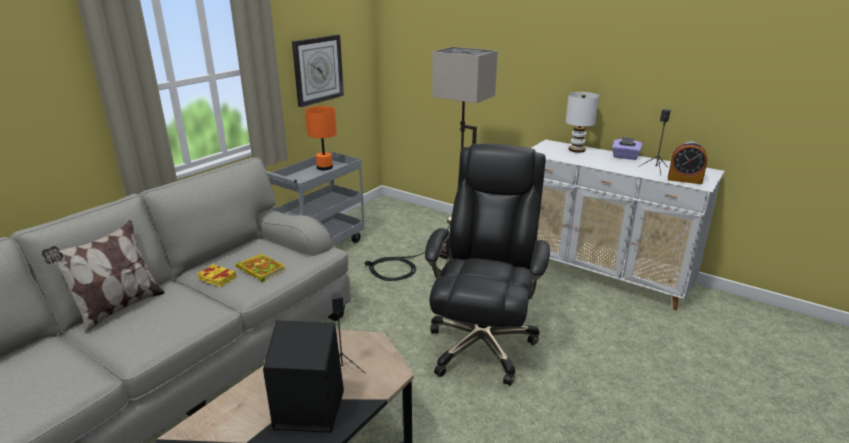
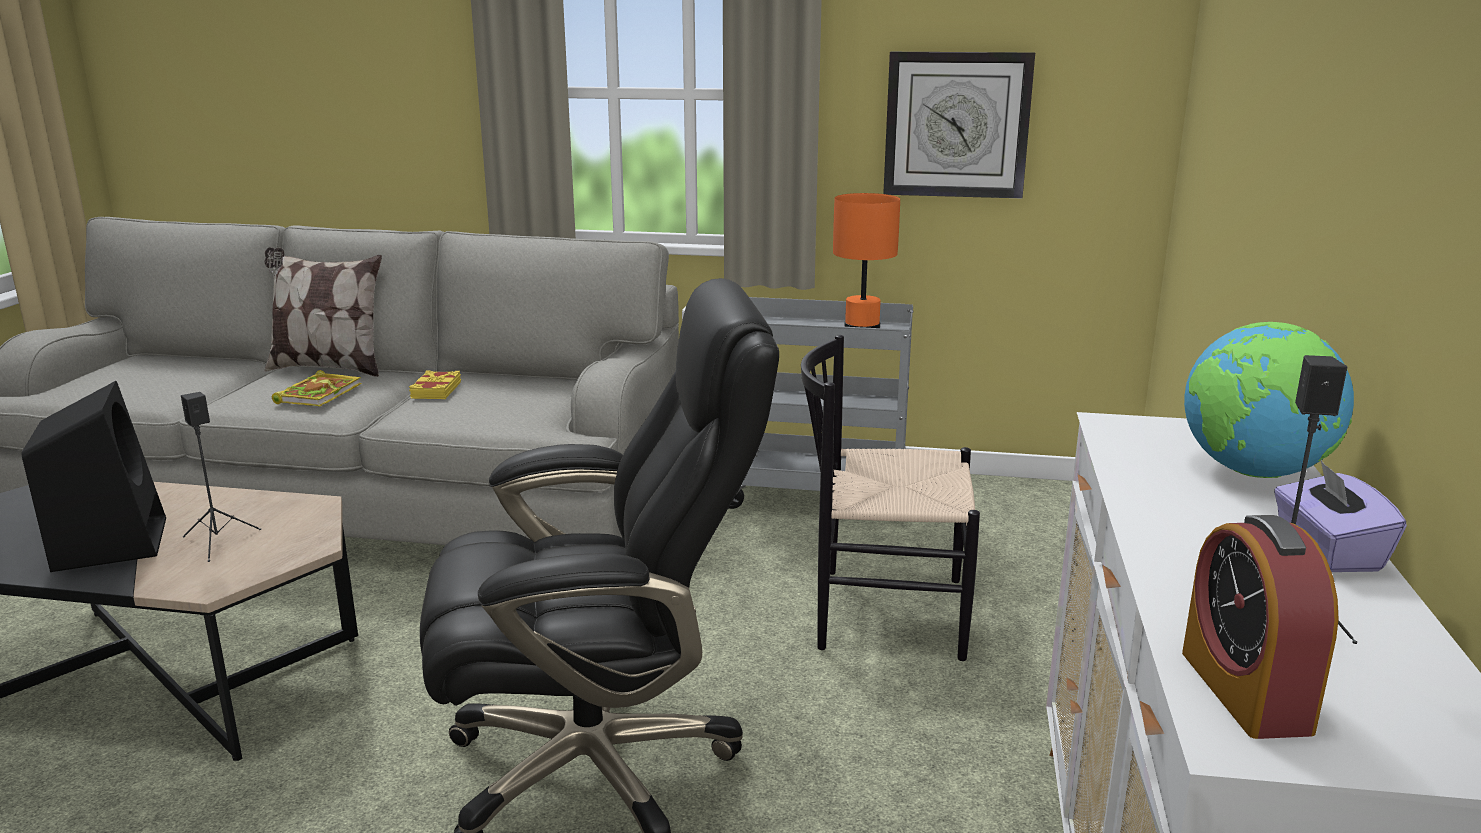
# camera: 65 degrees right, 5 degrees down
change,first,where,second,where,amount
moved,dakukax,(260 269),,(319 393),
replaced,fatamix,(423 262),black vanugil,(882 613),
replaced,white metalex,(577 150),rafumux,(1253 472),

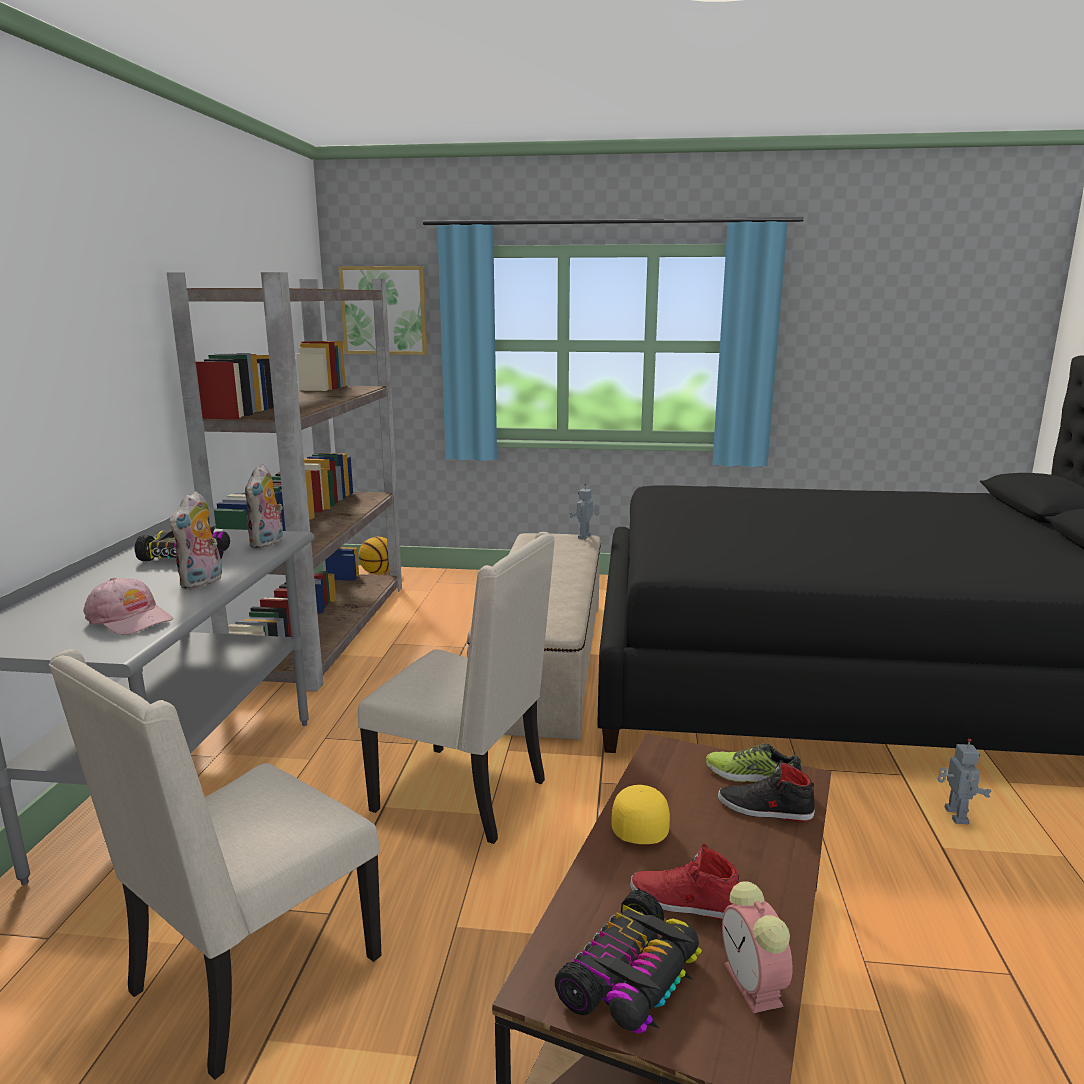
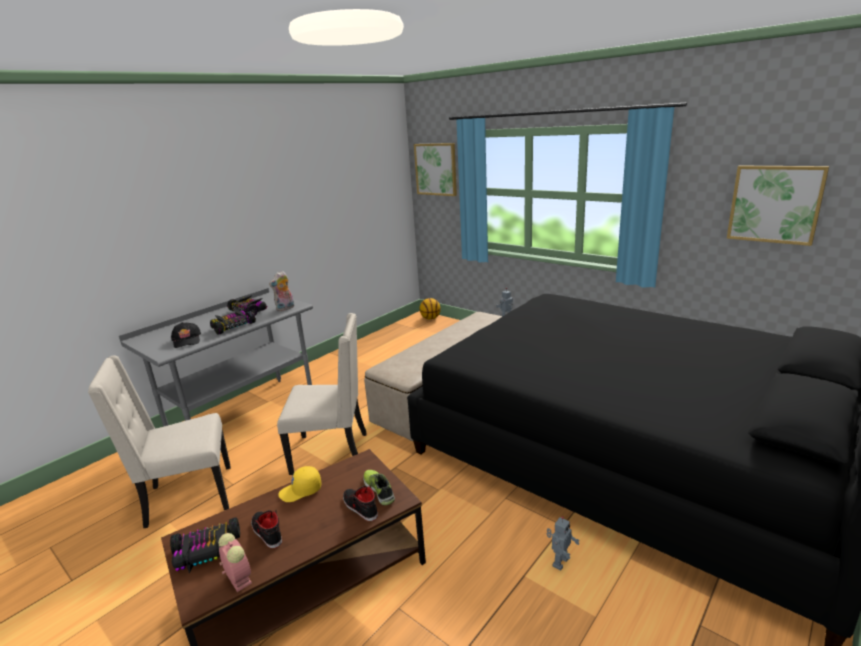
# camera: 35 degrees right, 5 degrees up
change,first,where,second,where,amount
recoloured,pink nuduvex,(130 619),black nuduvex,(187 340),
replaced,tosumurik,(202 582),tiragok,(232 326),
turned,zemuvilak,(755 987),,(238 578),120 degrees clockwise
recoloured,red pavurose,(684 901),black pavurose,(266 532),
turned,beige vanugil,(465 795),,(332 452),60 degrees counterclockwise
turned,yellow nuduvex,(638 823),,(301 491),150 degrees counterclockwise
added,,,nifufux,(774 204),
removed,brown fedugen,(324 629),,,

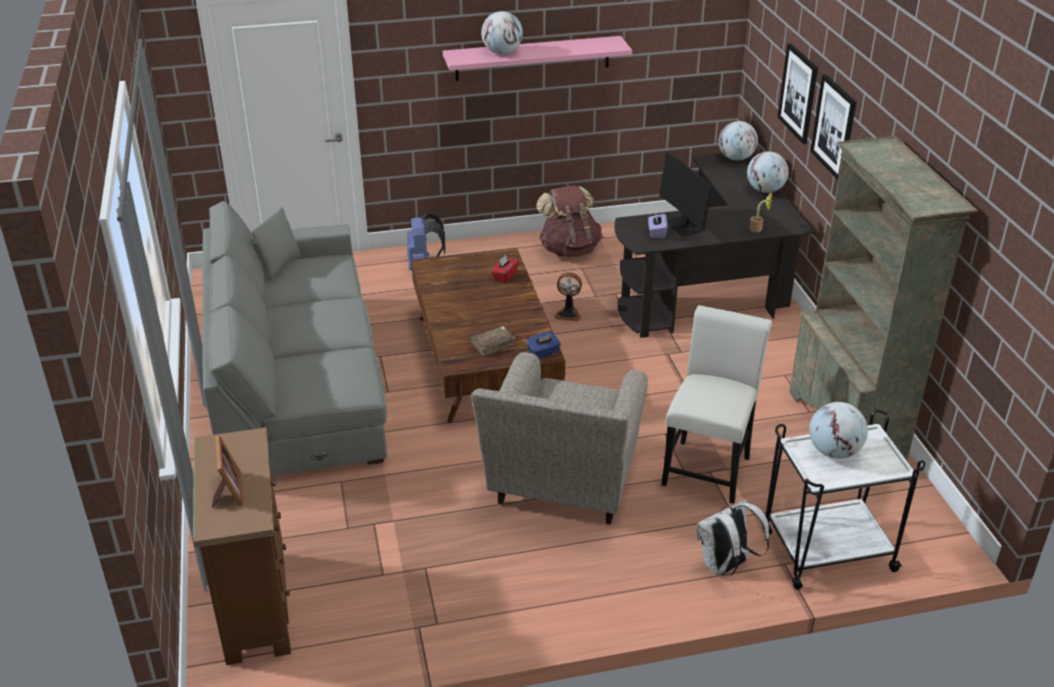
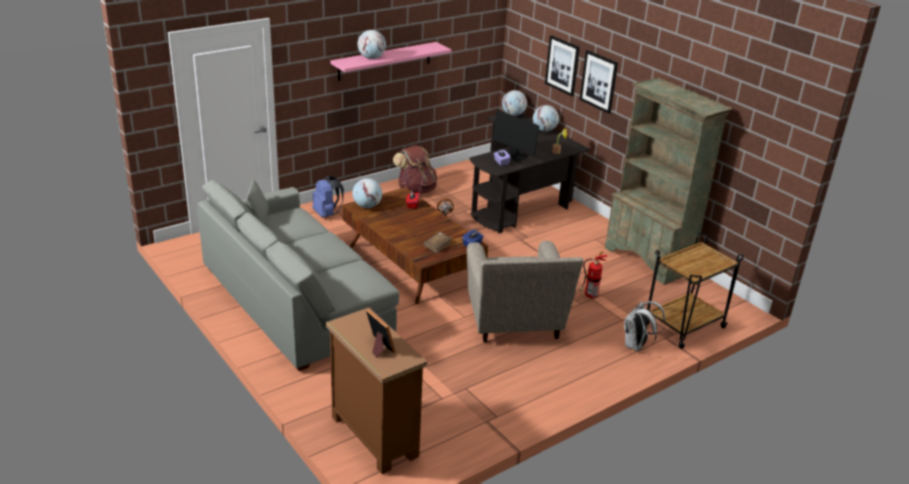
# camera: 25 degrees left, 5 degrees down
change,first,where,second,where,amount
moved,rafumux,(834 452),,(367 206),
replaced,white vanugil,(708 466),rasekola,(589 296),
recoloured,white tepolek,(826 552),brown tepolek,(683 326),

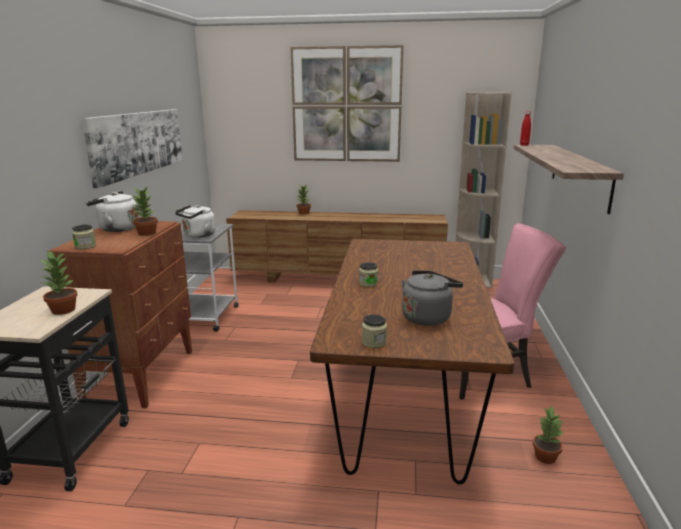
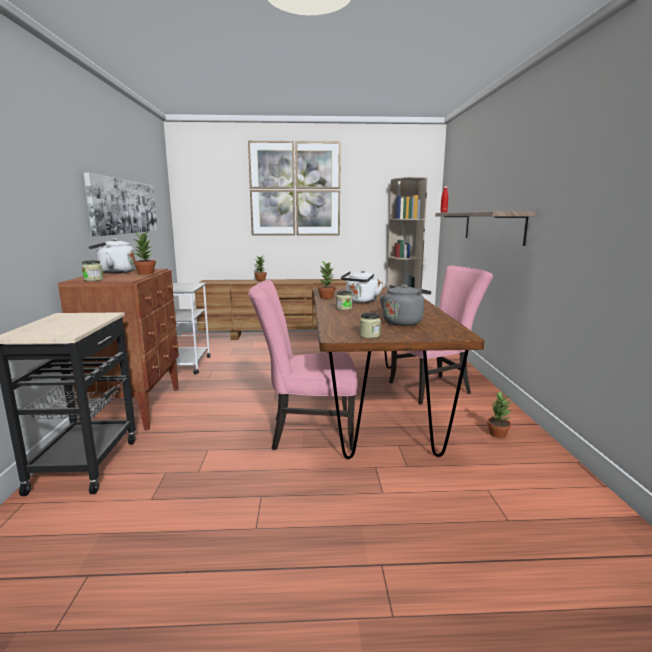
# camera: 10 degrees left, 5 degrees down
change,first,where,second,where,amount
added,,,pink vanugil,(306 432),
moved,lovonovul,(64 310),,(326 297),
moved,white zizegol,(198 235),,(360 301),

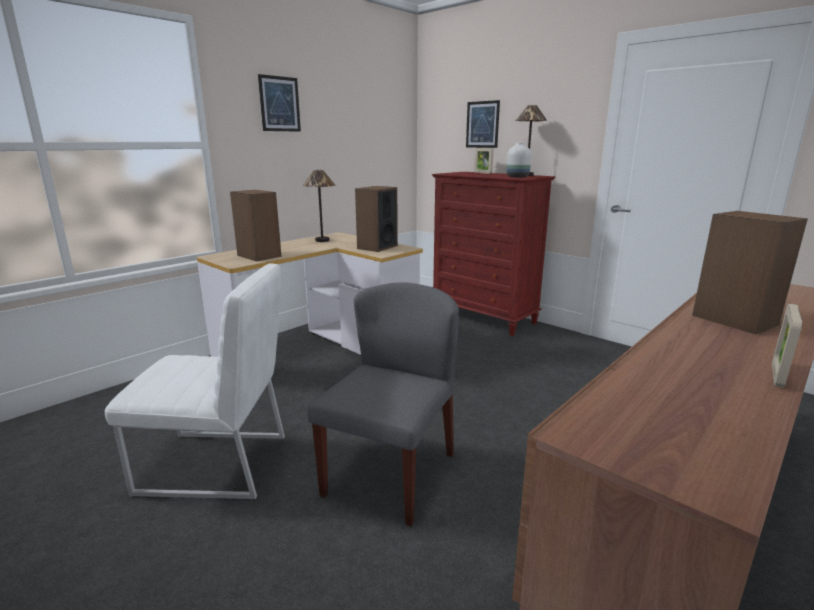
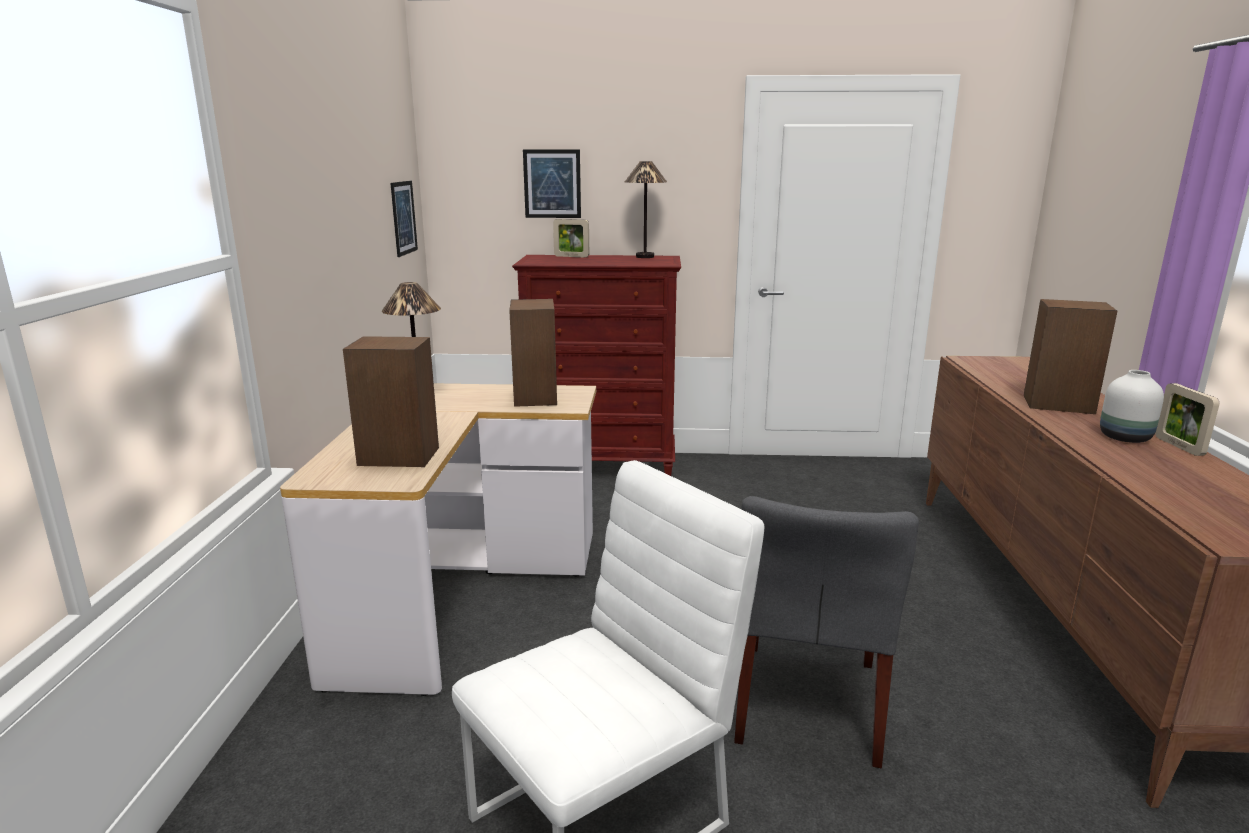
# camera: 40 degrees left, 0 degrees up
change,first,where,second,where,amount
moved,nifufux,(279 104),,(403 218),
turned,grey vanugil,(390 473),,(808 702),150 degrees counterclockwise
moved,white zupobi,(518 177),,(1126 438),

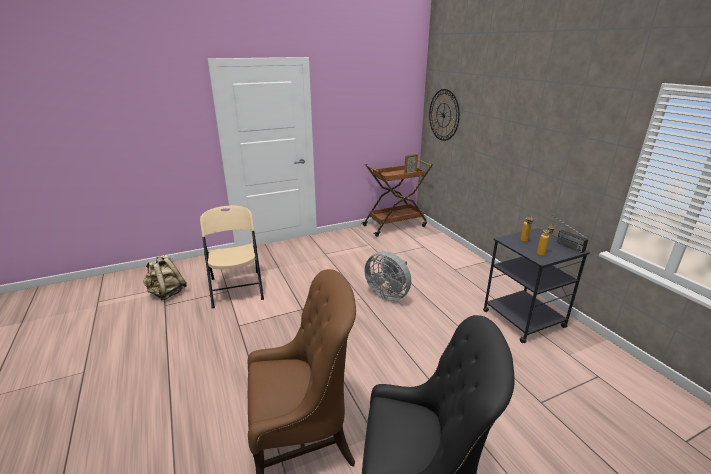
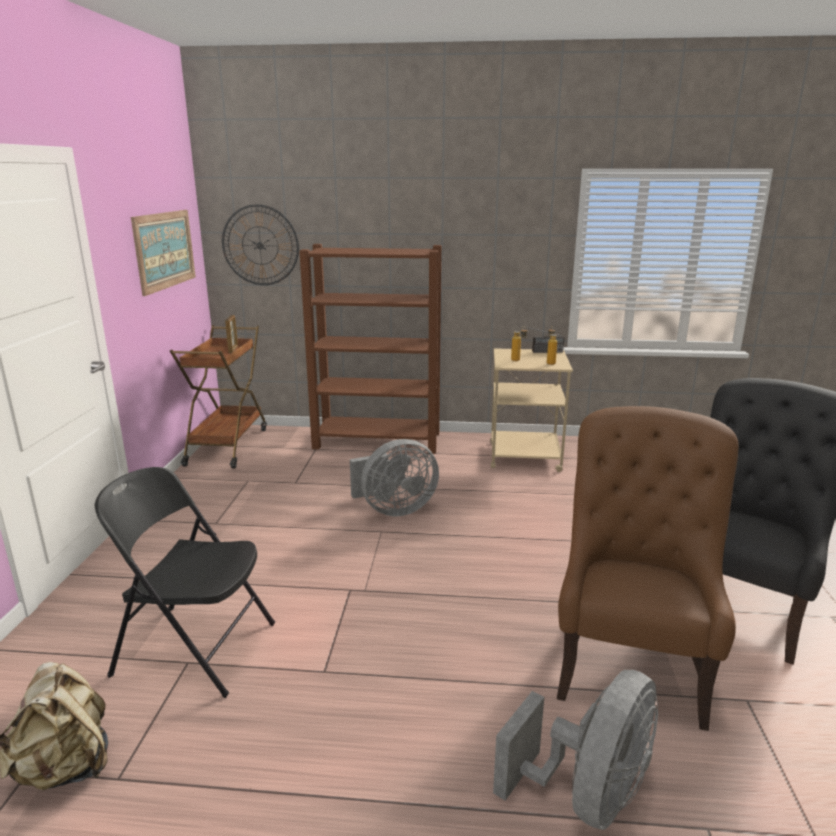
# camera: 60 degrees left, 5 degrees down
change,first,where,second,where,amount
recoloured,beige vanugil,(237 289),black vanugil,(196 648),
added,,,nifufux,(165 250),
added,,,brown fedugen,(377 440),
recoloured,black tepolek,(524 320),beige tepolek,(526 456),
added,,,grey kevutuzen,(588 795),

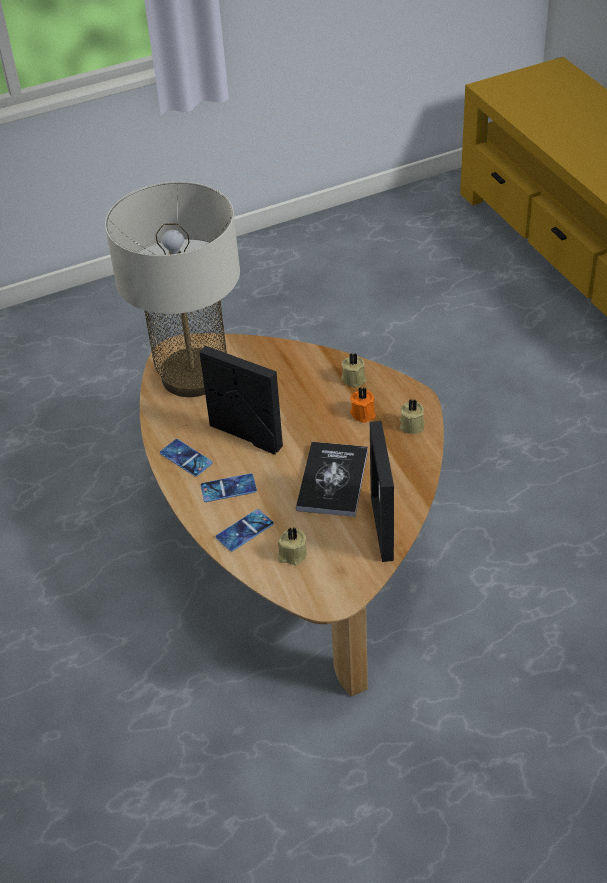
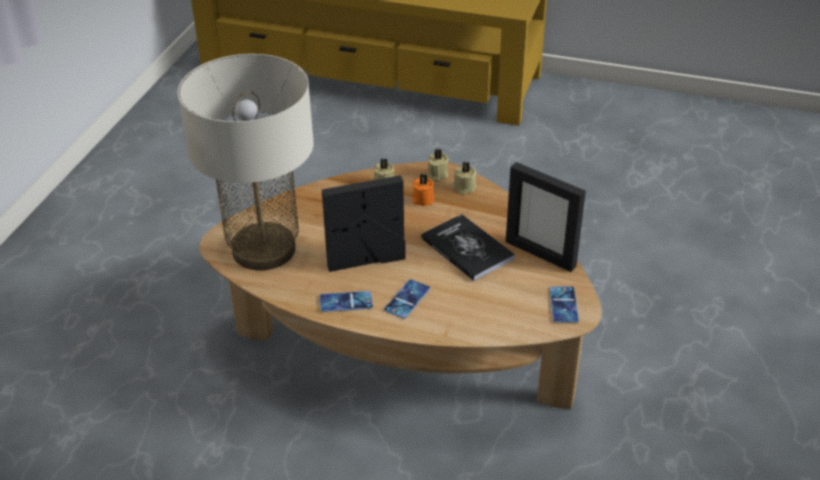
# camera: 50 degrees left, 5 degrees down
change,first,where,second,where,amount
moved,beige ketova,(292 555),,(436 175),
moved,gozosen,(244 530),,(563 305),

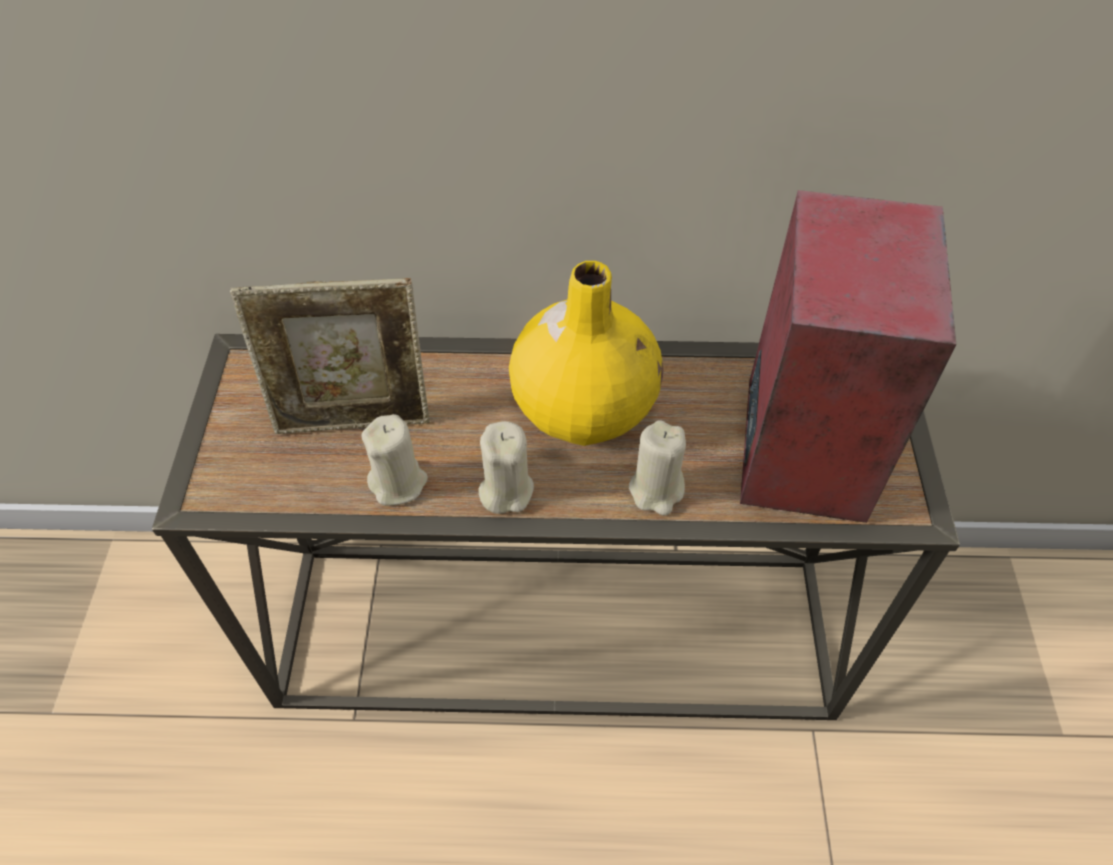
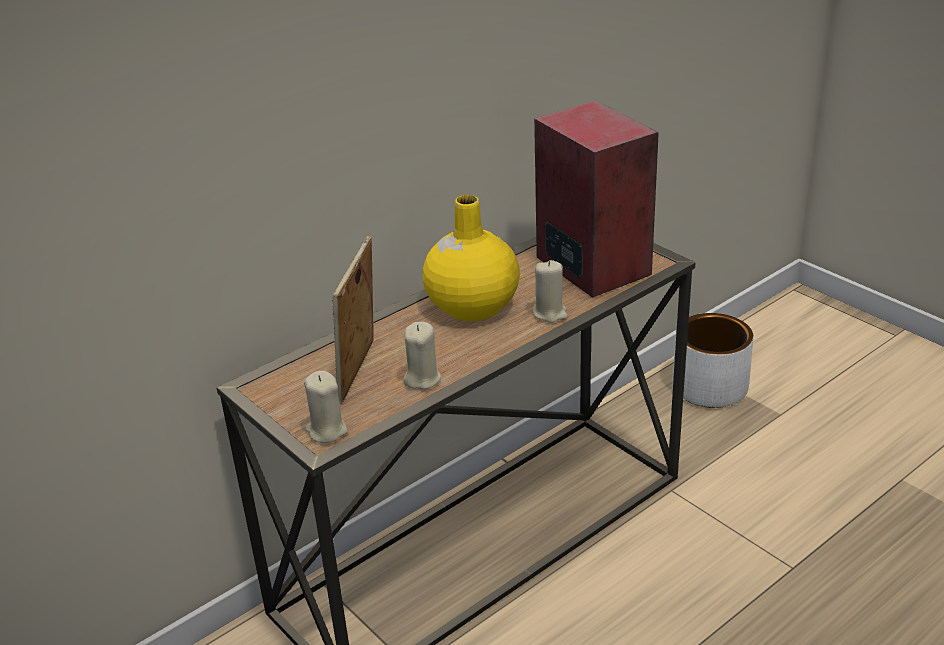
# camera: 40 degrees left, 20 degrees down
change,first,where,second,where,amount
moved,beige ketova,(505 490),,(326 431),
turned,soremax,(355 421),,(360 373),150 degrees clockwise
added,,,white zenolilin,(710 387),

